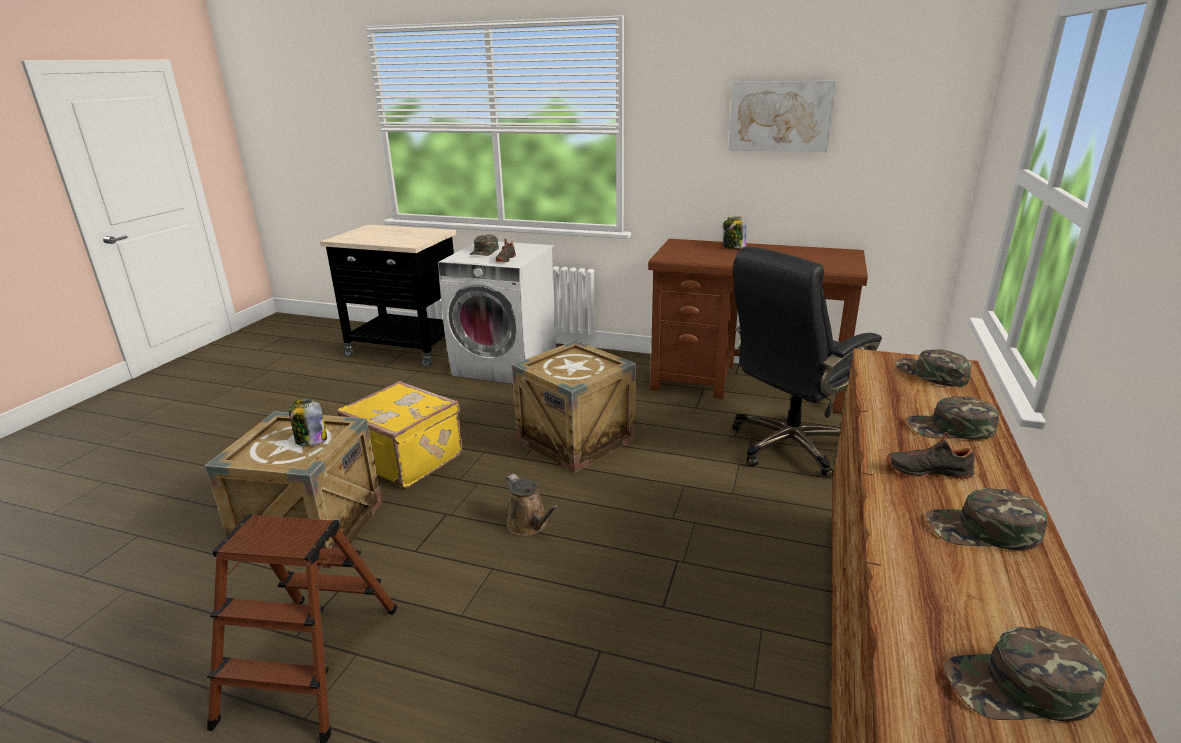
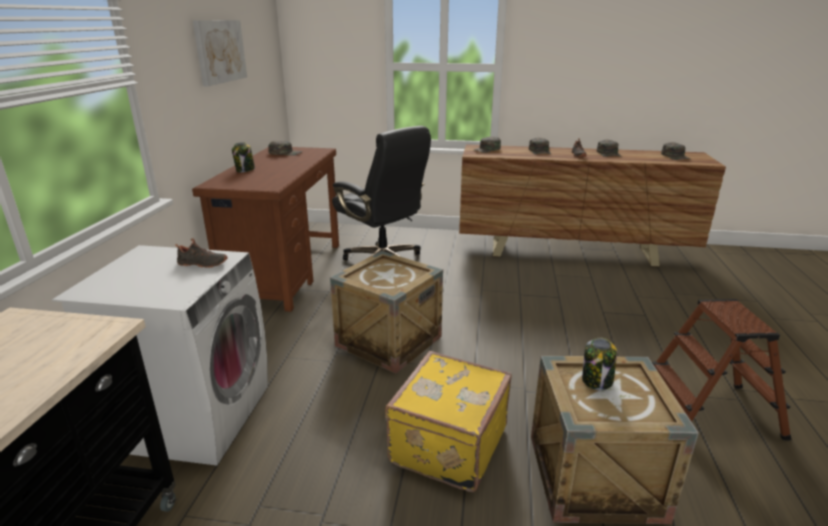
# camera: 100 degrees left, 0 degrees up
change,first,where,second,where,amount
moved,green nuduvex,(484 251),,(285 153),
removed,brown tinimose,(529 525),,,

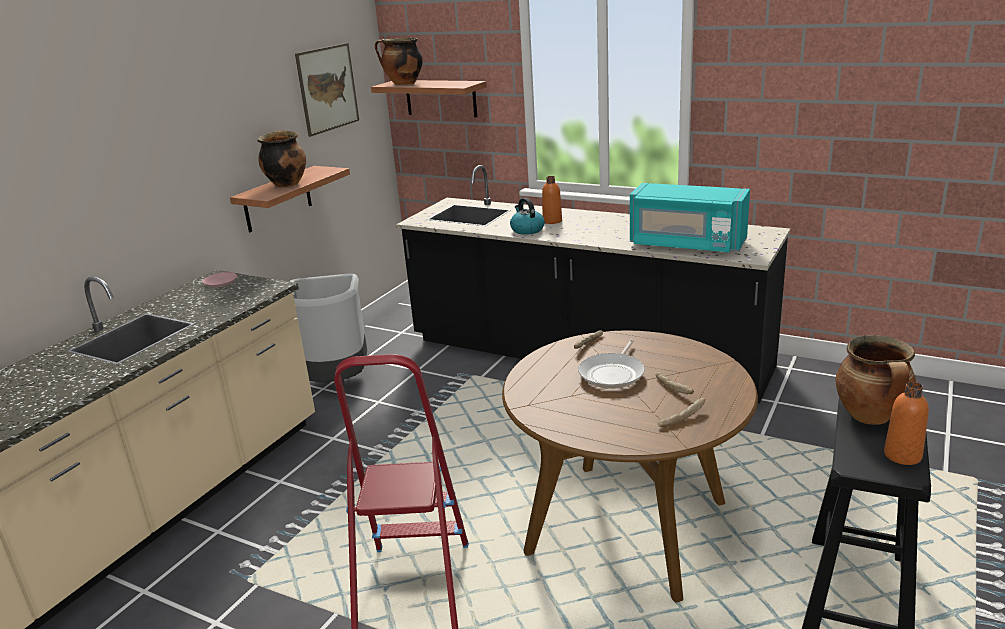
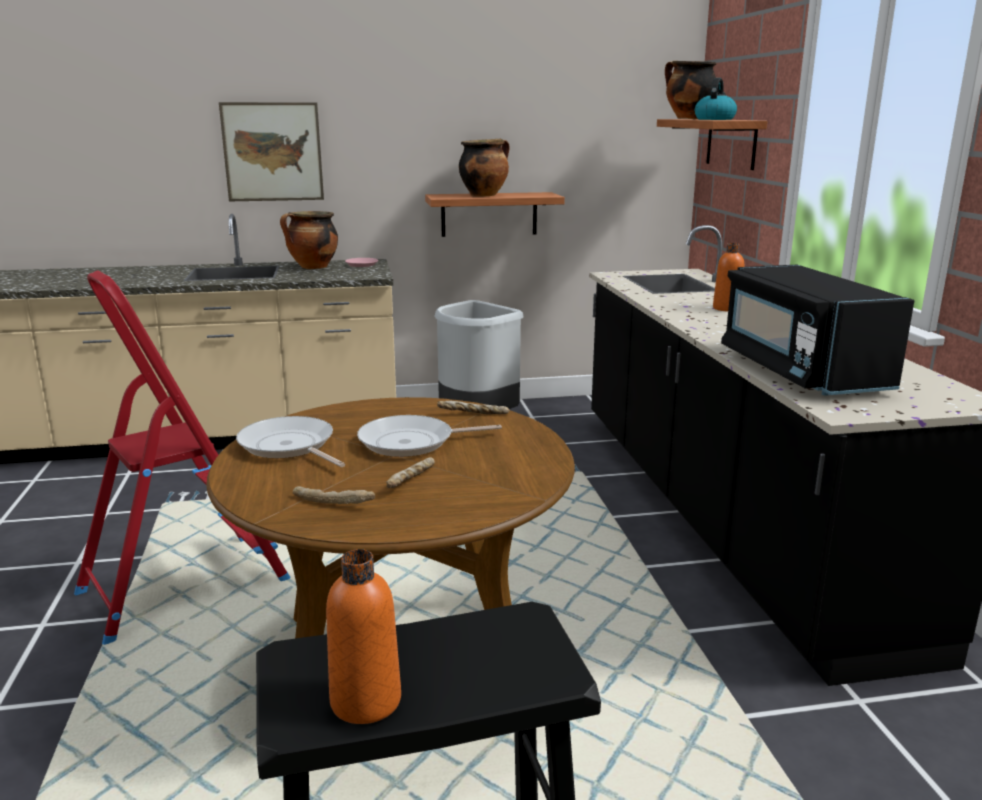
# camera: 50 degrees right, 5 degrees down
change,first,where,second,where,amount
moved,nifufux,(327 88),,(273 152),
added,,,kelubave,(289 446),
moved,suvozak,(871 417),,(313 267),
moved,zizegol,(527 230),,(714 119),
recoloured,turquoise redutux,(686 244),black redutux,(800 371),

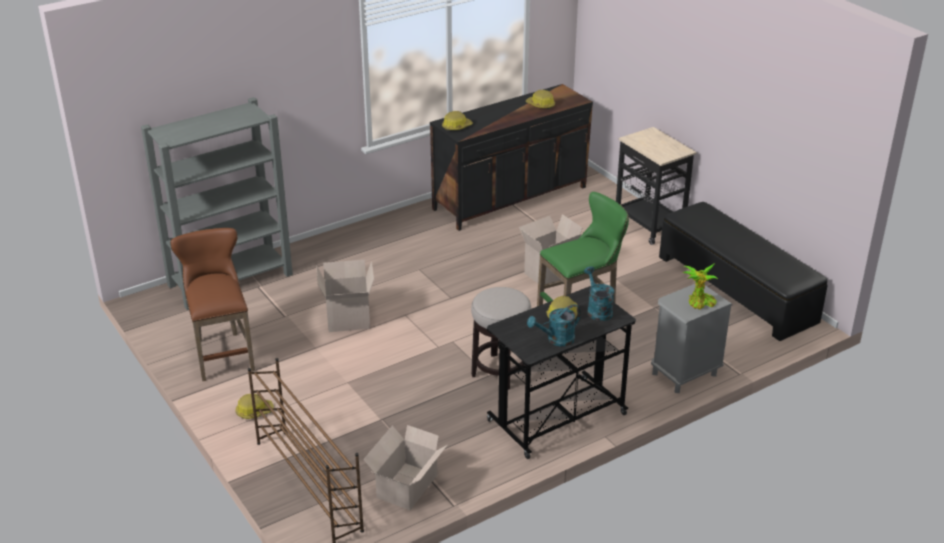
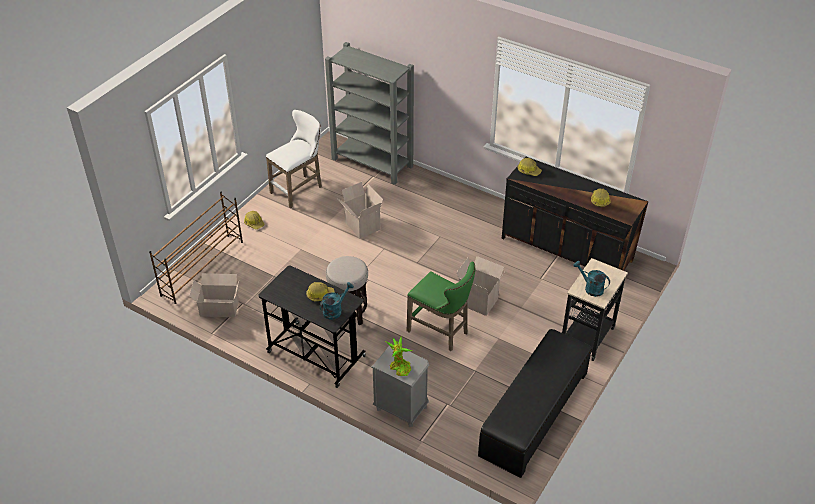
# camera: 65 degrees right, 10 degrees up
change,first,where,second,where,amount
recoloured,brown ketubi,(222 353),white ketubi,(299 189),
moved,turquoise tinimose,(556 340),,(590 288),

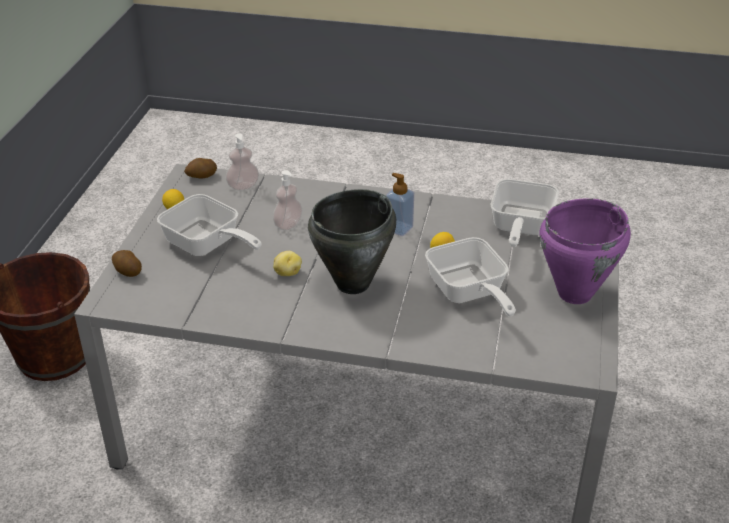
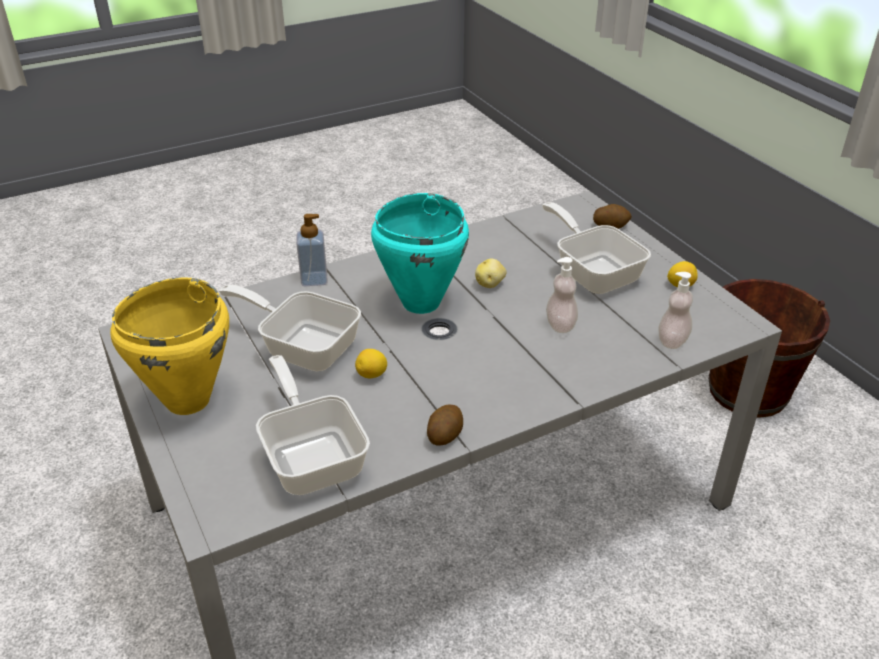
# camera: 140 degrees right, 0 degrees up
change,first,where,second,where,amount
recoloured,purple suvozak,(575 294),yellow suvozak,(186 401),
moved,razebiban,(399 228),,(314 279),
recoloured,black suvozak,(354 284),turquoise suvozak,(420 303),
moved,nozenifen,(201 176),,(445 434),
turned,kelubave,(207 245),,(593 271),60 degrees clockwise

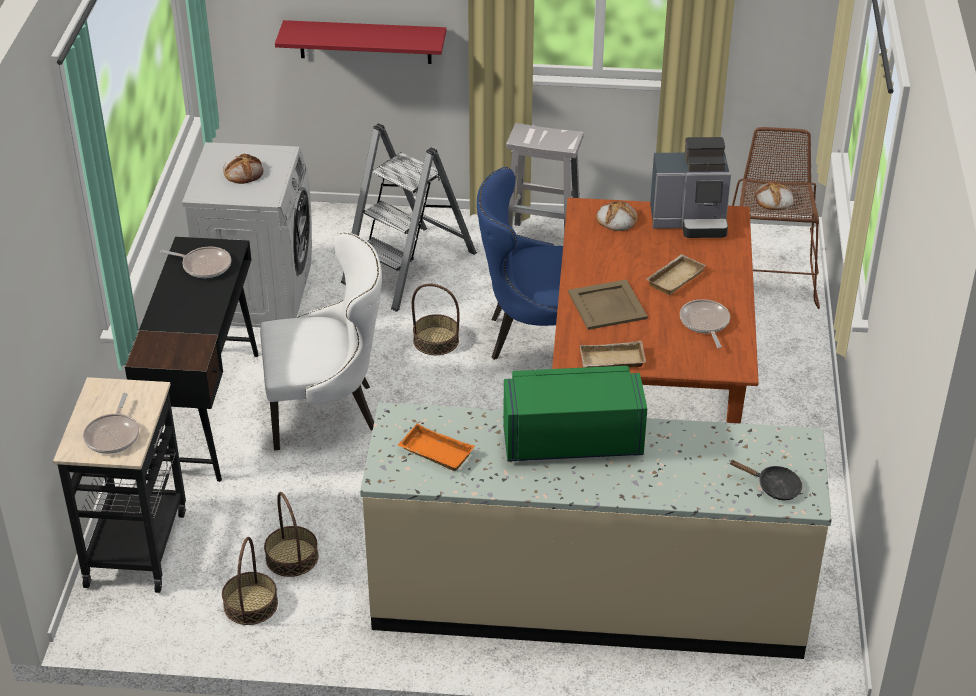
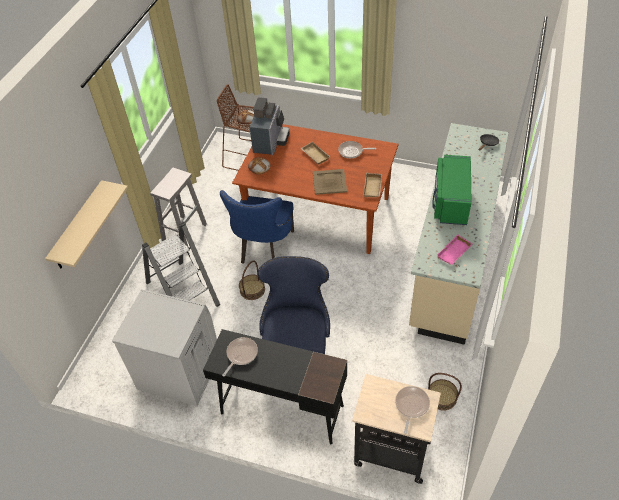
# camera: 75 degrees left, 10 degrees up
change,first,where,second,where,amount
recoloured,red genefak,(365 42),beige genefak,(78 226),
recoloured,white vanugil,(326 412),blue vanugil,(297 347),
turned,kelubave,(113 435),,(411 406),90 degrees counterclockwise
recoloured,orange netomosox,(434 453),pink netomosox,(454 253),
removed,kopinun,(244 172),,,
removed,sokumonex,(291 557),,,

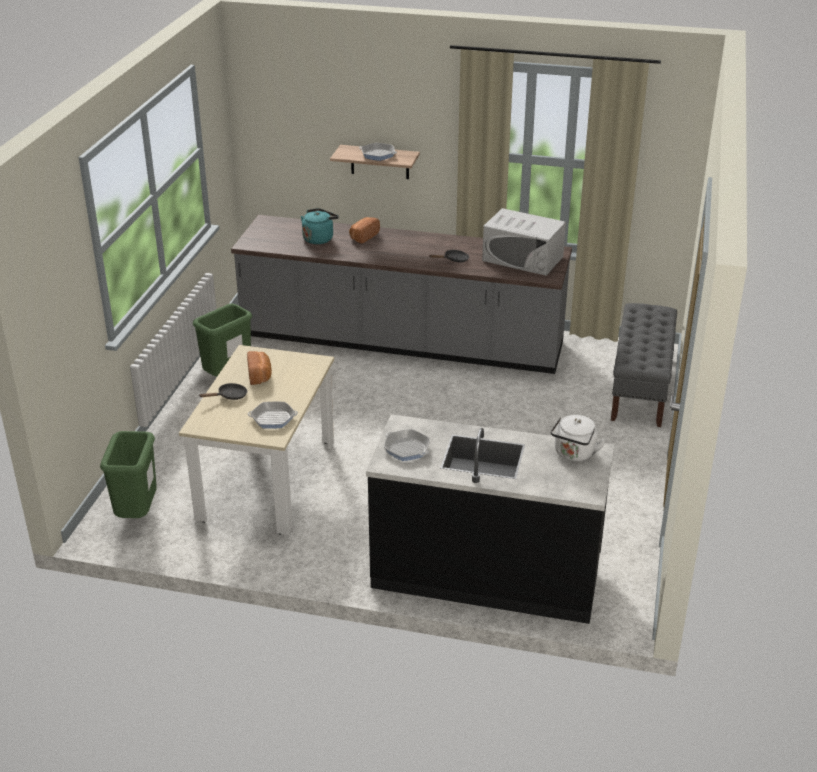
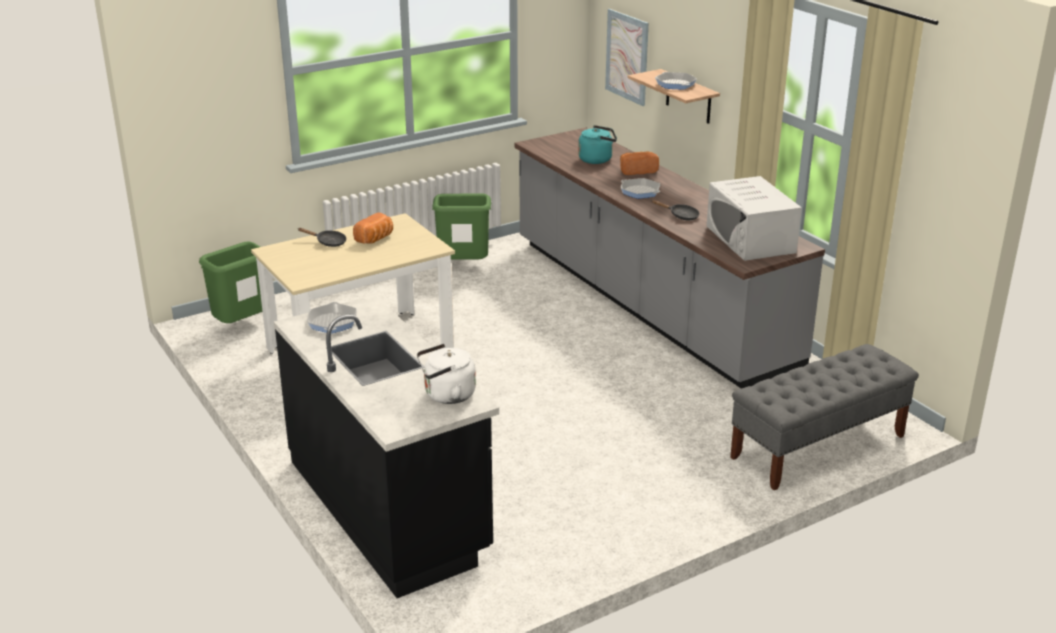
# camera: 45 degrees right, 5 degrees down
change,first,where,second,where,amount
added,,,nifufux,(627 57),
moved,kelubave,(273 418),,(640 192),

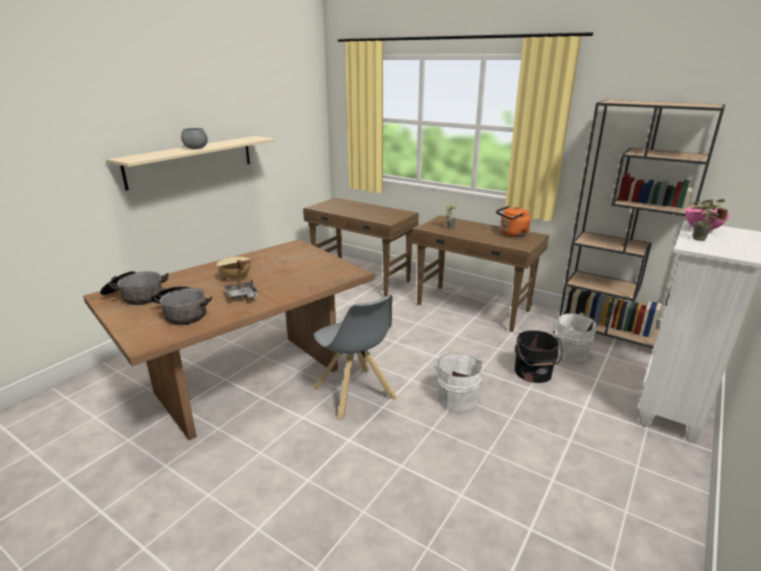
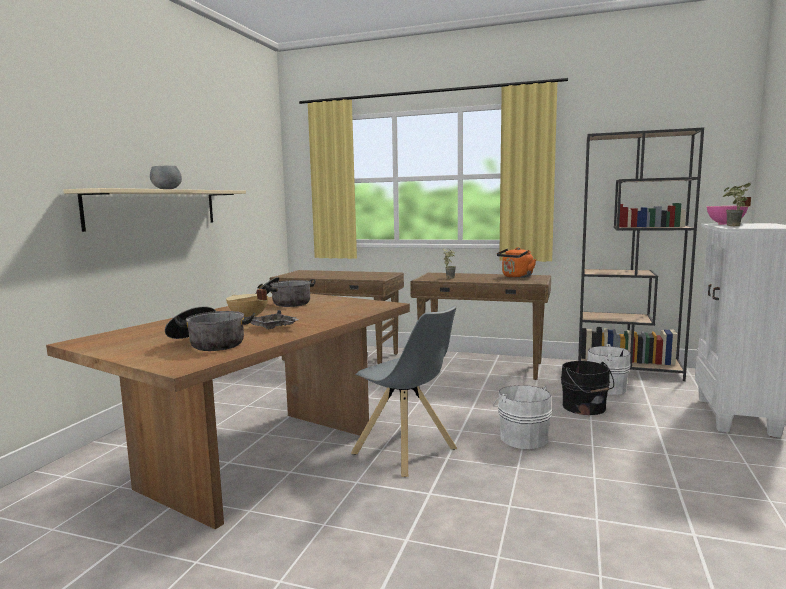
# camera: 15 degrees left, 15 degrees down
change,first,where,second,where,amount
moved,suvozak,(135 297),,(282 304),

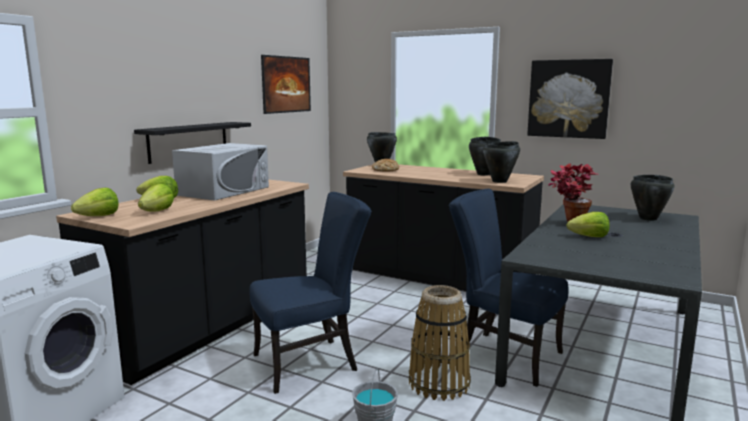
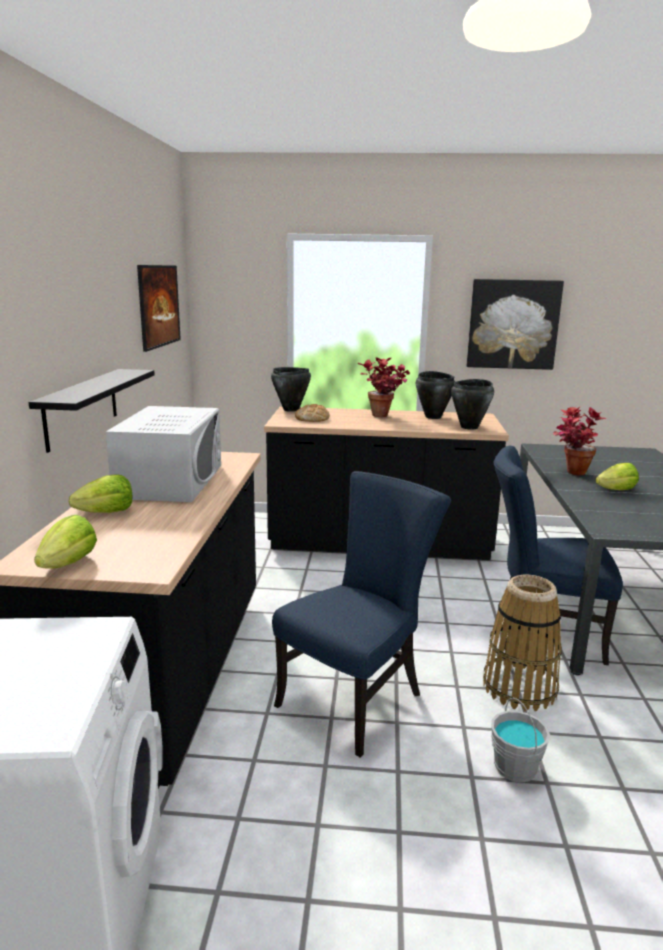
# camera: 25 degrees left, 5 degrees up
change,first,where,second,where,amount
added,,,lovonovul,(384 417),
removed,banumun,(157 211),,,
removed,black suvozak,(647 218),,,

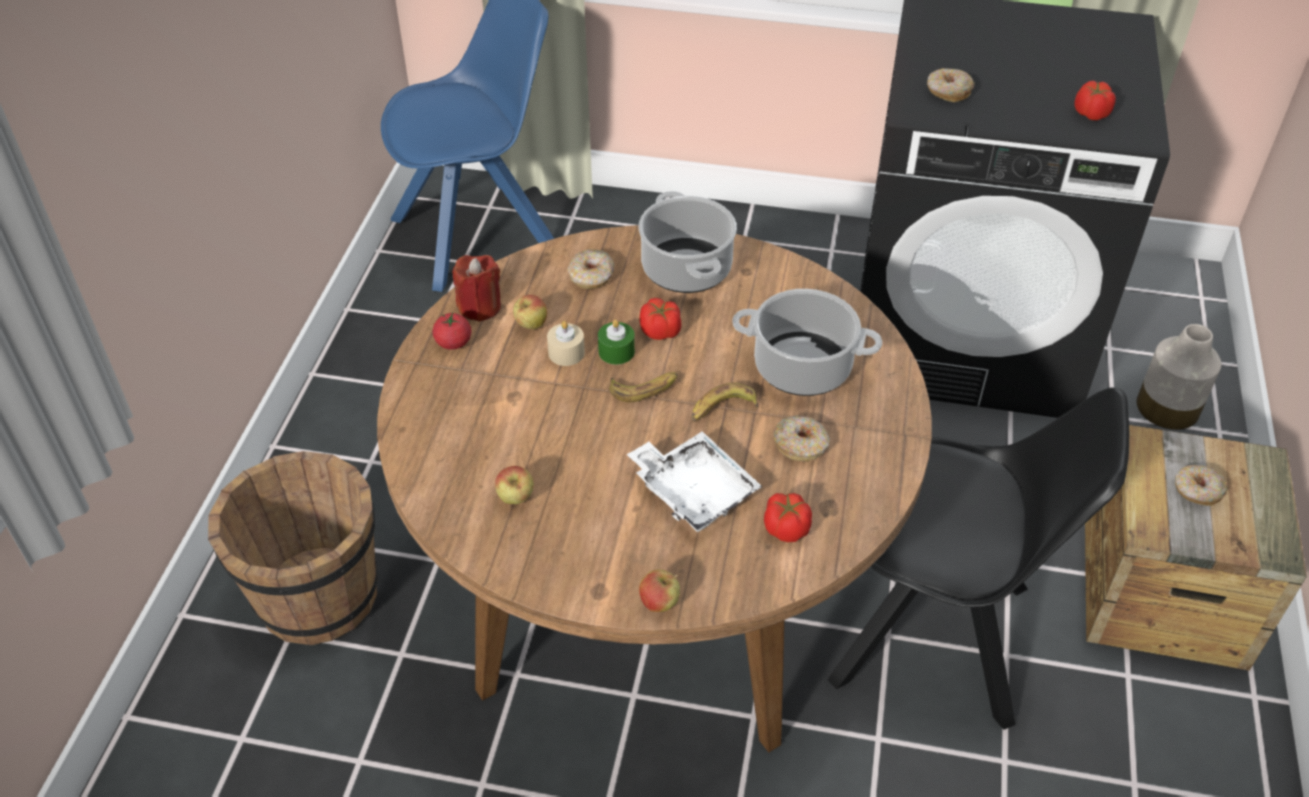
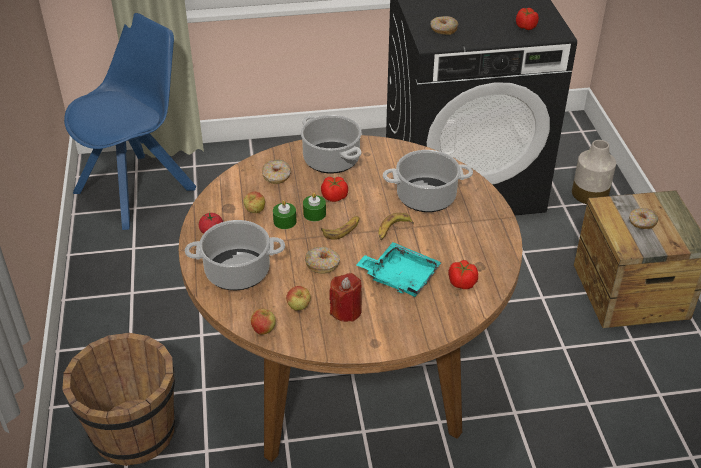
# camera: 20 degrees left, 5 degrees down
change,first,where,second,where,amount
added,,,suvozak,(238 271),
moved,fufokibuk,(659 604),,(264 330),
recoloured,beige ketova,(566 353),green ketova,(285 221),
moved,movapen,(801 445),,(322 264),
moved,red ketova,(479 307),,(346 311),
recoloured,white netomosox,(693 491),turquoise netomosox,(400 277),
removed,black vanugil,(937 637),,,

